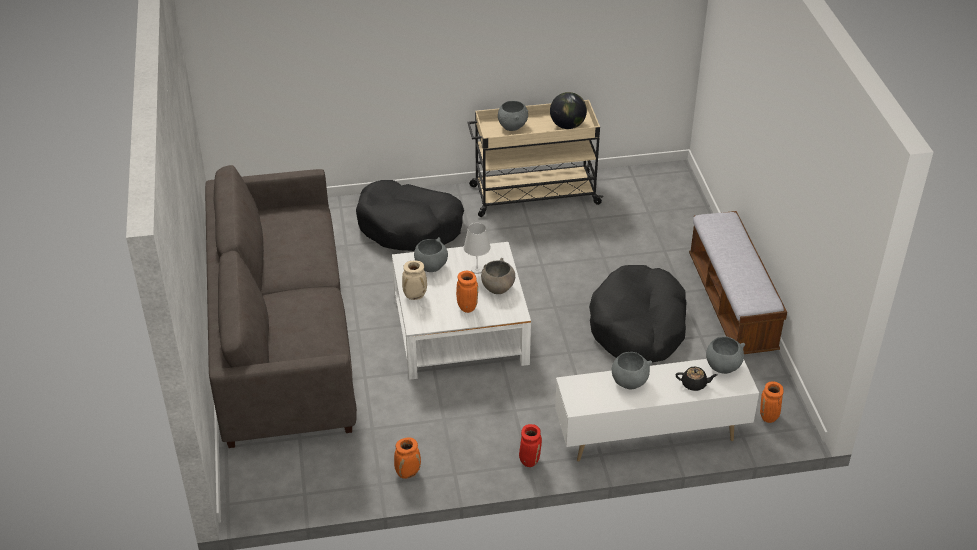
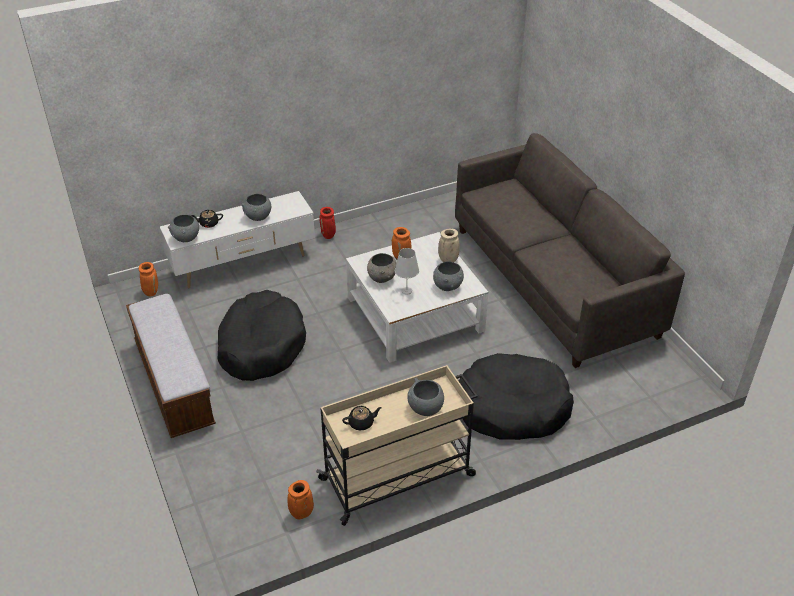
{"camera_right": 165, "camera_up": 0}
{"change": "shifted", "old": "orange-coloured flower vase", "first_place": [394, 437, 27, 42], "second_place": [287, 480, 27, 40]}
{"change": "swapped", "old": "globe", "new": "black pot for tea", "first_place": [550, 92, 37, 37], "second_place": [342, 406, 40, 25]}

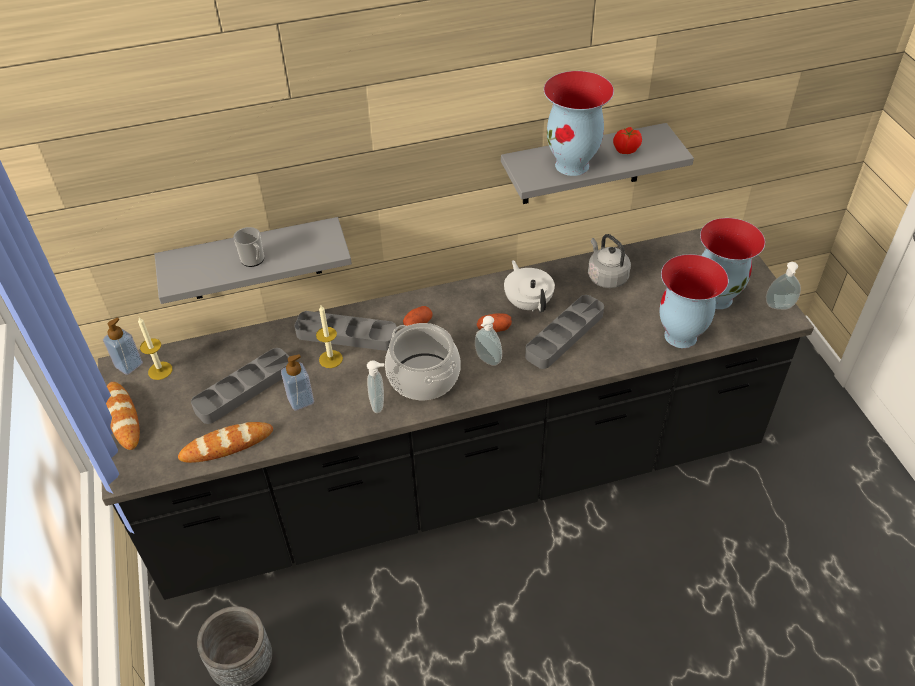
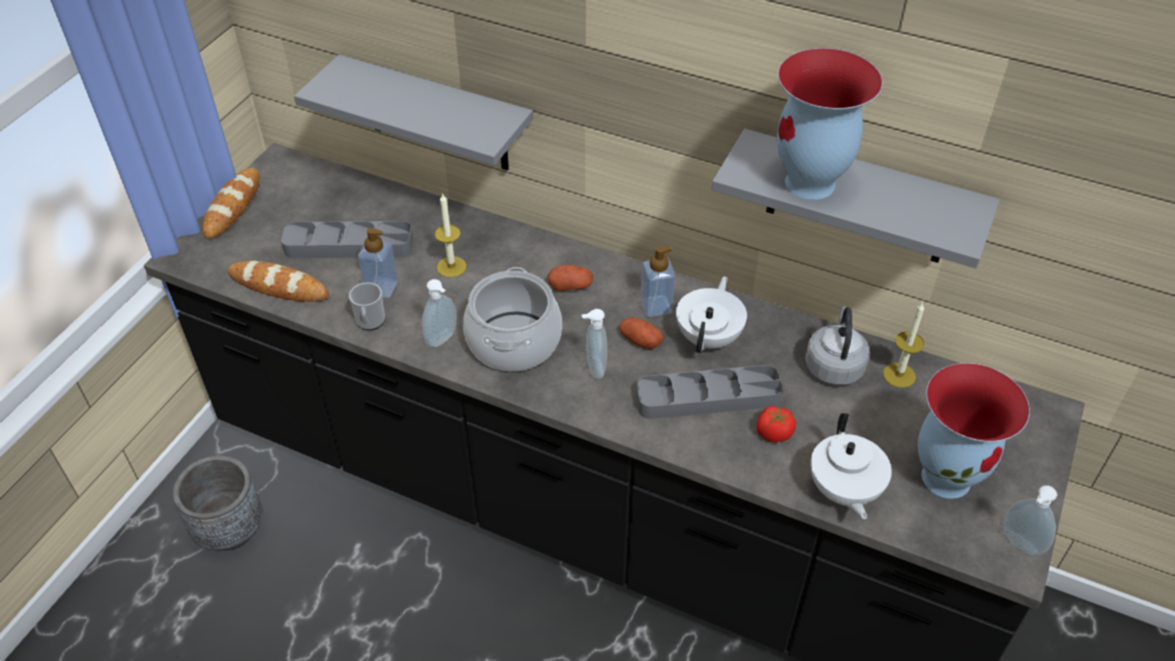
{"camera_right": 40, "camera_up": 0}
{"change": "gone", "old": "greyish tray", "first_place": [294, 311, 103, 40]}
{"change": "shifted", "old": "liquid soap bottle", "first_place": [103, 317, 40, 58], "second_place": [640, 247, 35, 70]}
{"change": "shifted", "old": "wax light", "first_place": [138, 317, 34, 63], "second_place": [883, 302, 41, 86]}
{"change": "shifted", "old": "coffee mug", "first_place": [233, 227, 31, 40], "second_place": [349, 282, 36, 48]}
{"change": "shifted", "old": "whole tomato", "first_place": [613, 127, 29, 27], "second_place": [757, 406, 39, 37]}
{"change": "swapped", "old": "flower vase", "new": "white pot for tea", "first_place": [660, 254, 68, 94], "second_place": [810, 413, 82, 106]}

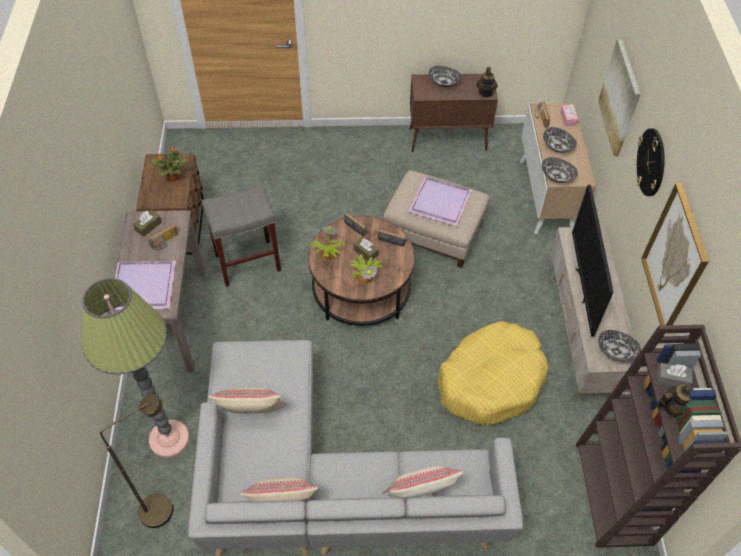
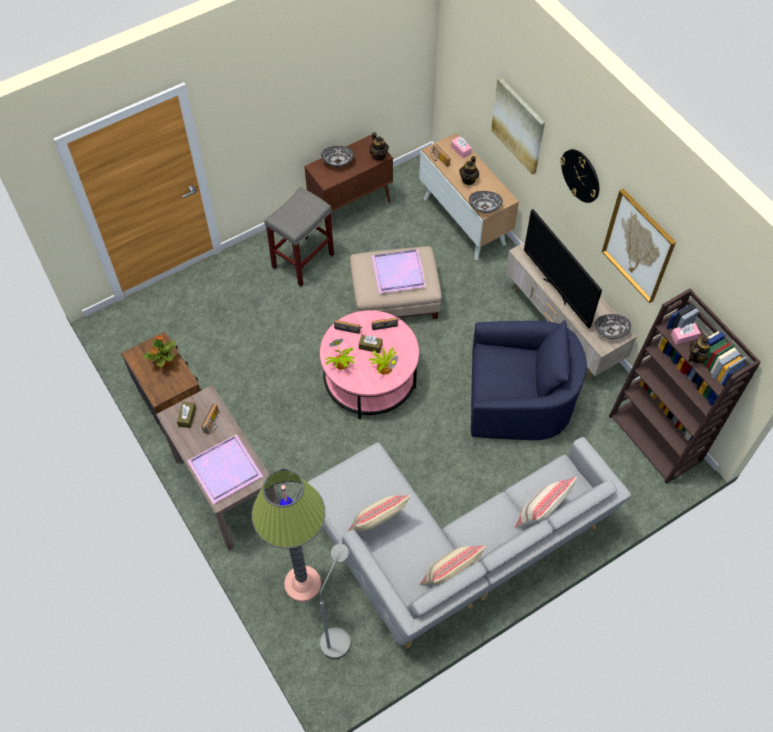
{"camera_right": -30, "camera_up": 5}
{"change": "shifted", "old": "greyish stool seat", "first_place": [202, 184, 79, 103], "second_place": [264, 187, 70, 100]}
{"change": "swapped", "old": "yellowish dog bed", "new": "blue easy chair", "first_place": [438, 321, 111, 105], "second_place": [471, 320, 116, 120]}
{"change": "swapped", "old": "deep dish", "new": "pot for tea", "first_place": [543, 127, 34, 26], "second_place": [459, 156, 20, 29]}
{"change": "repainted", "old": "brownish standard lamp", "new": "greyish standard lamp", "first_place": [100, 394, 73, 134], "second_place": [320, 544, 31, 115]}
{"change": "repainted", "old": "brownish lounge table", "new": "pinkish lounge table", "first_place": [308, 216, 107, 110], "second_place": [320, 310, 99, 109]}
{"change": "repainted", "old": "greyish tissue holder", "new": "pinkish tissue holder", "first_place": [656, 363, 37, 24], "second_place": [671, 323, 30, 22]}

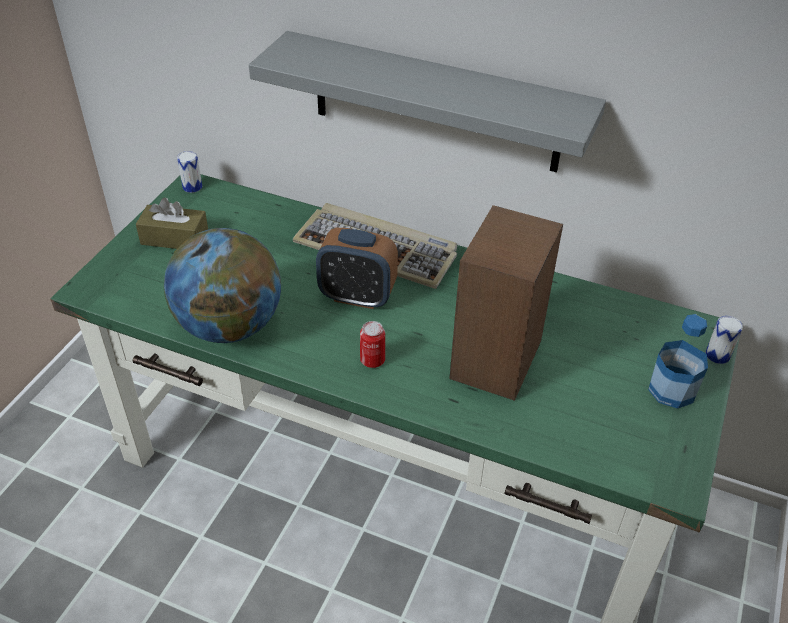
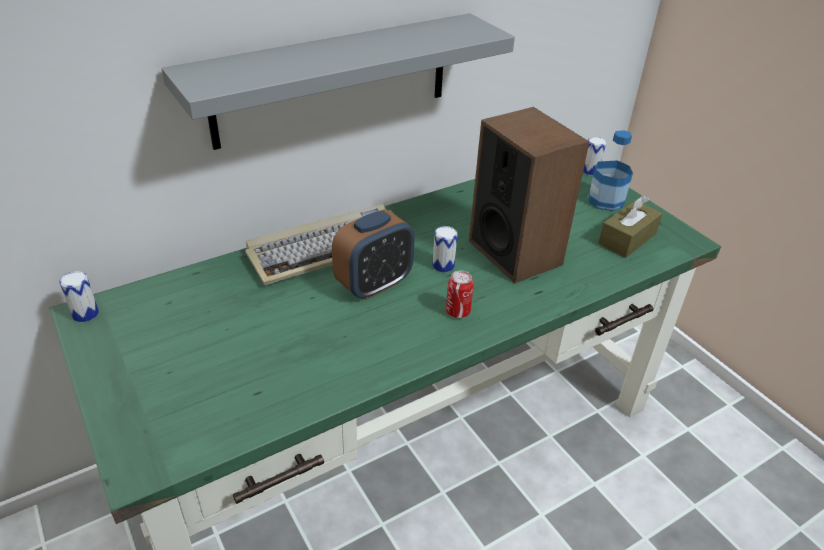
{"camera_right": -55, "camera_up": -5}
{"change": "gone", "old": "globe", "first_place": [164, 228, 117, 115]}
{"change": "new", "new": "metal can", "second_place": [432, 226, 25, 46]}
{"change": "shifted", "old": "brownish tissue holder", "first_place": [136, 197, 72, 52], "second_place": [598, 196, 65, 62]}

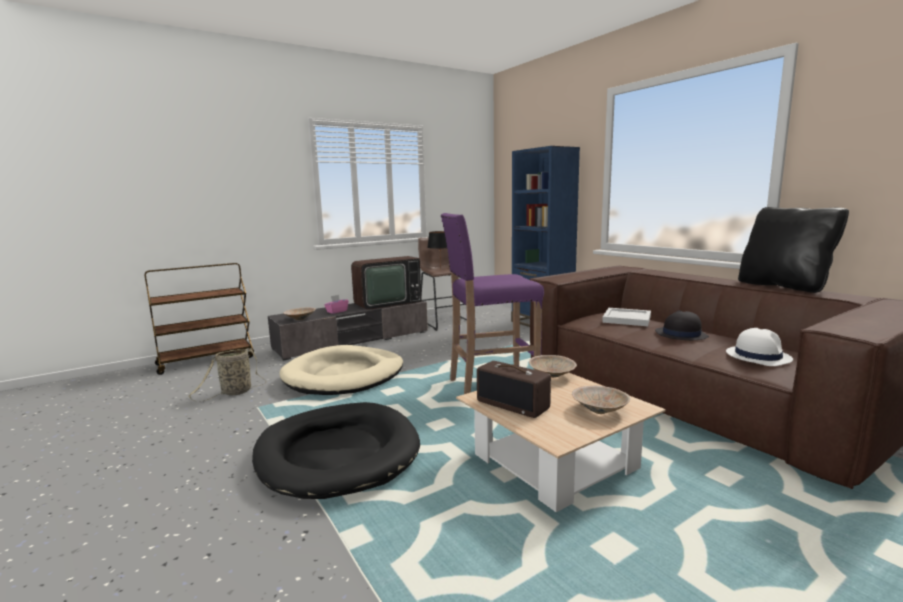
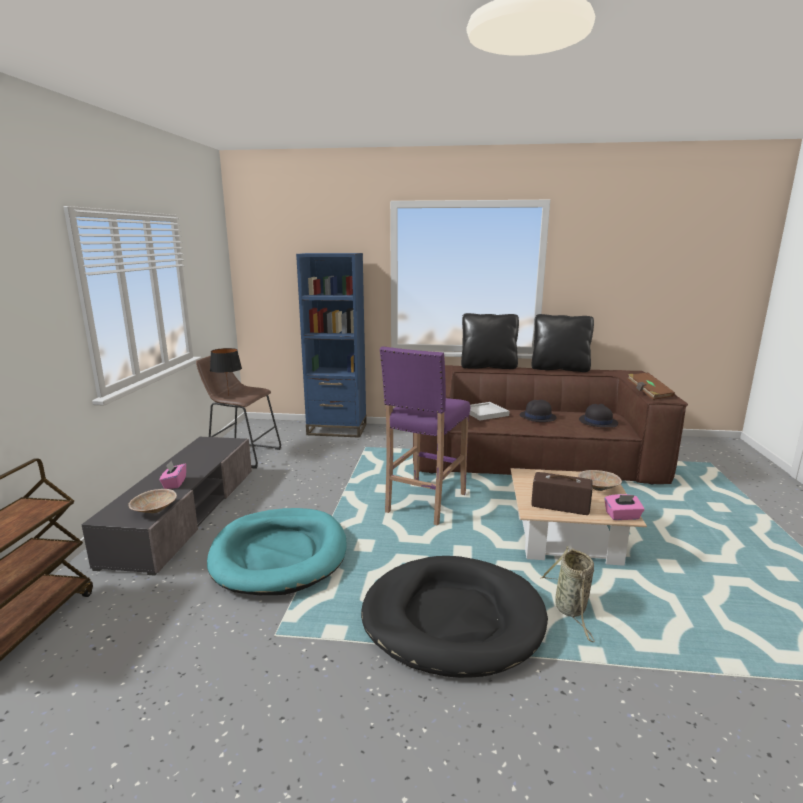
{"camera_right": -50, "camera_up": 5}
{"change": "gone", "old": "TV", "first_place": [351, 256, 70, 54]}
{"change": "gone", "old": "beige deep dish", "first_place": [529, 355, 48, 23]}
{"change": "new", "new": "black pillow", "second_place": [461, 313, 58, 56]}
{"change": "new", "new": "pinkish tissue holder", "second_place": [605, 494, 40, 26]}
{"change": "new", "new": "brownish book", "second_place": [627, 373, 48, 27]}
{"change": "shifted", "old": "storage basket", "first_place": [188, 348, 78, 54], "second_place": [540, 546, 55, 96]}
{"change": "repainted", "old": "beige dog bed", "new": "turquoise dog bed", "first_place": [280, 345, 123, 50], "second_place": [207, 508, 140, 87]}
{"change": "repainted", "old": "white clothing hat", "new": "black clothing hat", "first_place": [726, 328, 67, 38], "second_place": [579, 404, 39, 23]}
{"change": "rotated", "old": "radio receiver", "first_place": [477, 361, 74, 57], "second_place": [531, 472, 62, 43], "degrees": -150}

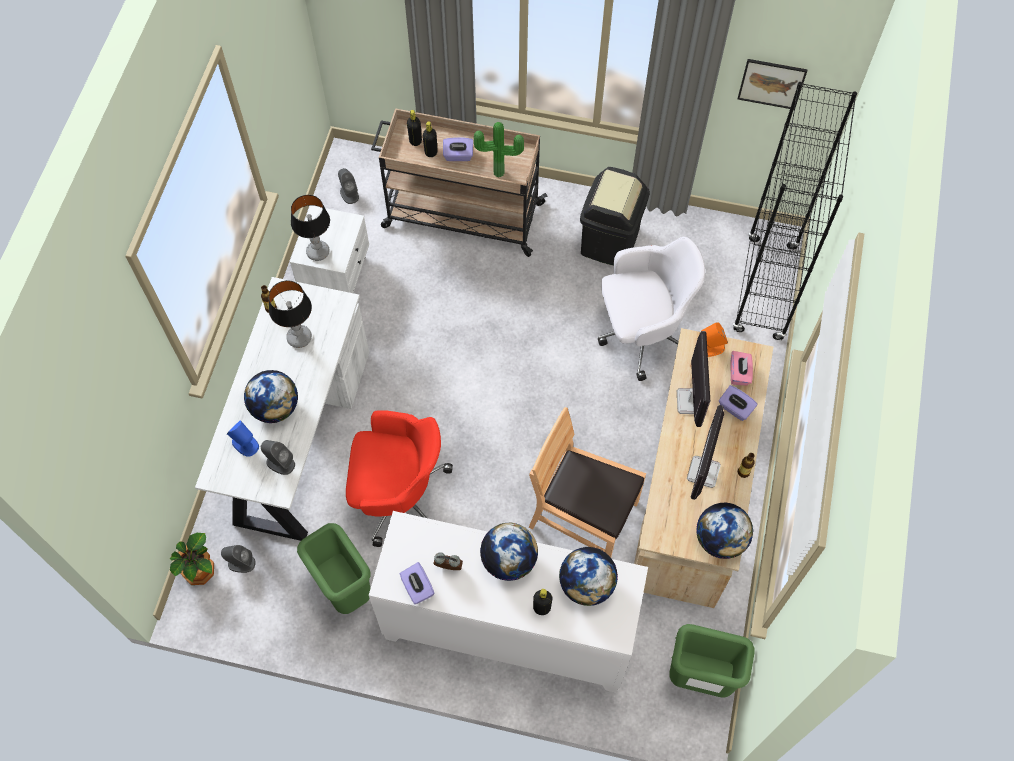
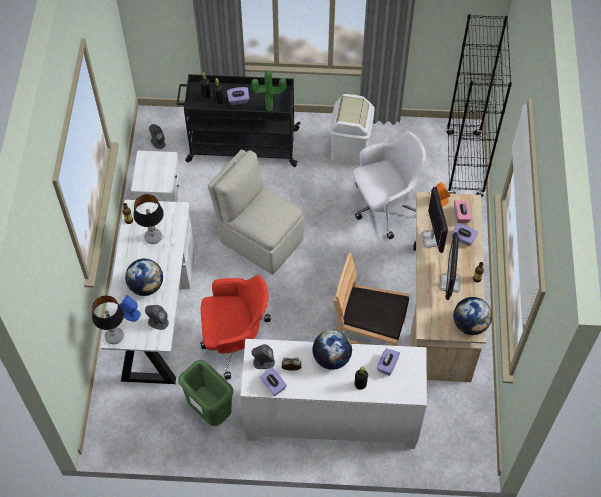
{"camera_right": -10, "camera_up": -5}
{"change": "gone", "old": "houseplant", "first_place": [170, 533, 44, 52]}
{"change": "gone", "old": "greenish rubbish bin", "first_place": [669, 624, 86, 74]}
{"change": "gone", "old": "picture", "first_place": [738, 59, 70, 50]}
{"change": "new", "new": "beige upright chair", "second_place": [208, 150, 96, 125]}
{"change": "shifted", "old": "greyish loudspeaker", "first_place": [221, 545, 35, 28], "second_place": [251, 344, 24, 25]}
{"change": "shifted", "old": "table lamp", "first_place": [291, 195, 39, 66], "second_place": [92, 295, 32, 49]}
{"change": "swapped", "old": "globe", "new": "purplish tissue holder", "first_place": [559, 547, 59, 59], "second_place": [376, 348, 24, 28]}
{"change": "repainted", "old": "beige cart", "new": "black cart", "first_place": [371, 108, 176, 149], "second_place": [177, 74, 124, 93]}
{"change": "repainted", "old": "black rubbish bin", "new": "white rubbish bin", "first_place": [580, 167, 70, 99], "second_place": [330, 94, 45, 71]}

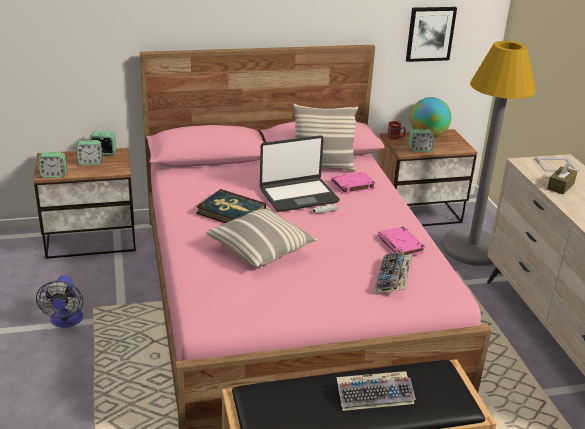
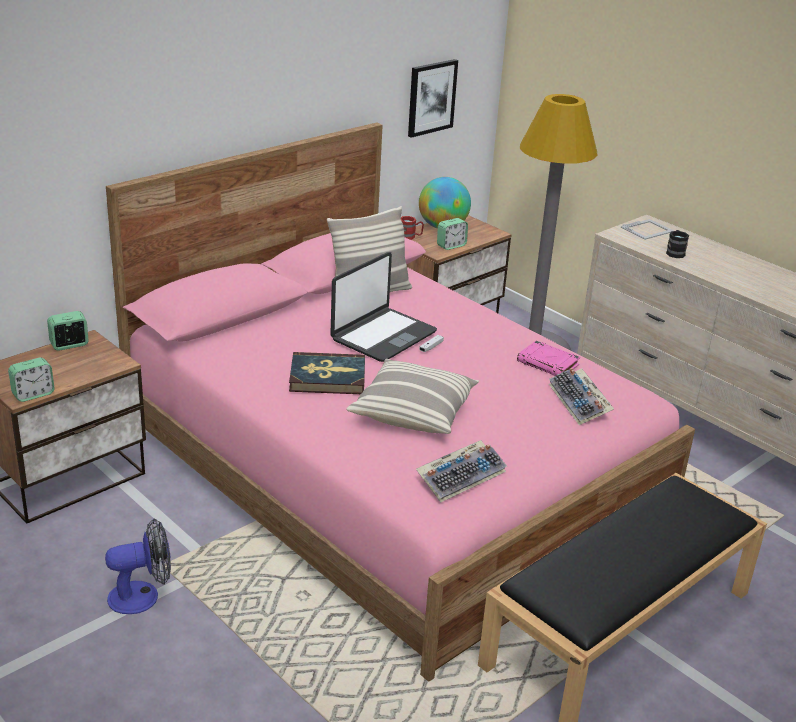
{"camera_right": -30, "camera_up": 0}
{"change": "gone", "old": "bedside clock", "first_place": [76, 140, 26, 25]}
{"change": "gone", "old": "pinkish book", "first_place": [331, 172, 45, 22]}
{"change": "shifted", "old": "keyboard", "first_place": [337, 371, 79, 40], "second_place": [416, 440, 91, 62]}
{"change": "swapped", "old": "brownish tissue holder", "new": "black coffee mug", "first_place": [547, 162, 30, 32], "second_place": [666, 230, 23, 28]}
{"change": "rotated", "old": "fan", "first_place": [36, 275, 47, 53], "second_place": [105, 518, 66, 96], "degrees": -75}

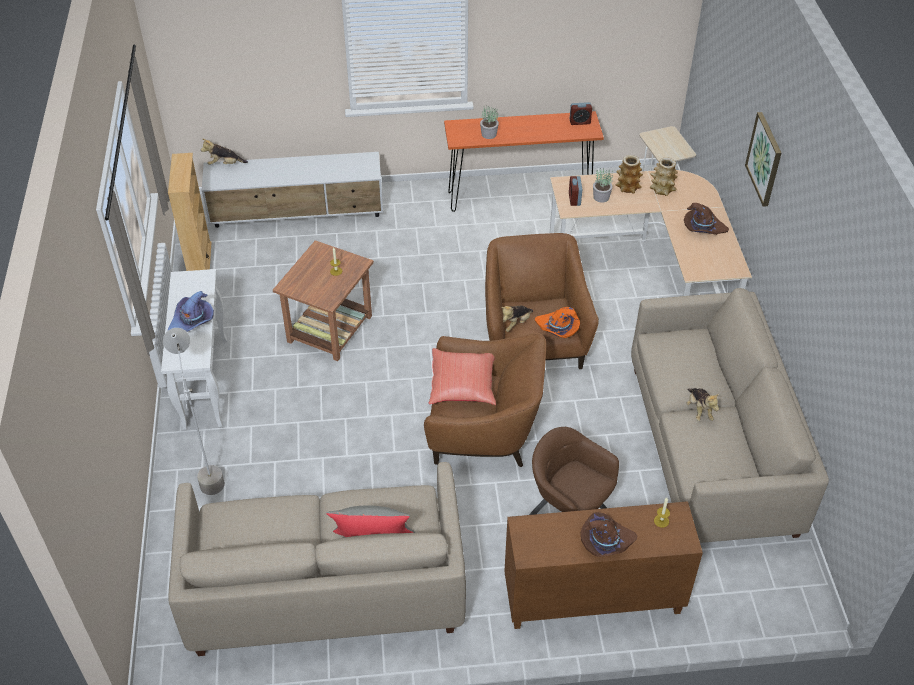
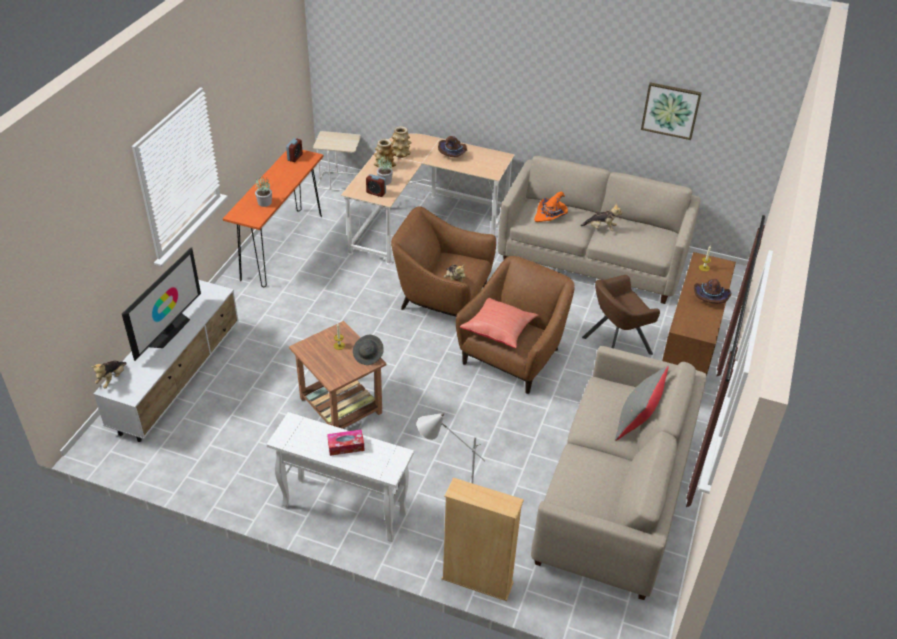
{"camera_right": -65, "camera_up": -5}
{"change": "new", "new": "TV", "second_place": [122, 247, 79, 114]}
{"change": "new", "new": "greyish clothing hat", "second_place": [353, 335, 31, 30]}
{"change": "shifted", "old": "beige bookcase", "first_place": [168, 153, 44, 118], "second_place": [442, 478, 82, 123]}
{"change": "shifted", "old": "orange-coloured clothing hat", "first_place": [535, 307, 45, 31], "second_place": [534, 191, 34, 31]}
{"change": "shifted", "old": "picture", "first_place": [745, 112, 36, 95], "second_place": [641, 82, 61, 58]}
{"change": "swapped", "old": "purplish clothing hat", "new": "tissue holder", "first_place": [168, 291, 46, 41], "second_place": [327, 430, 38, 26]}

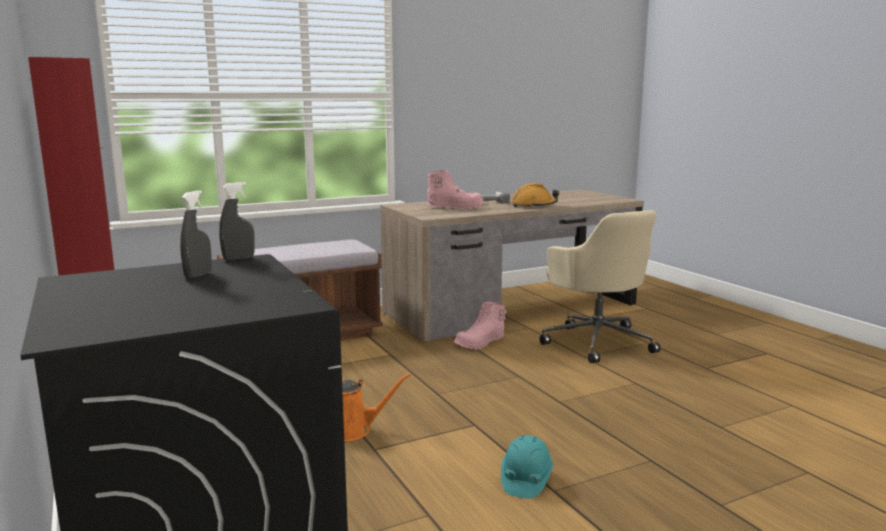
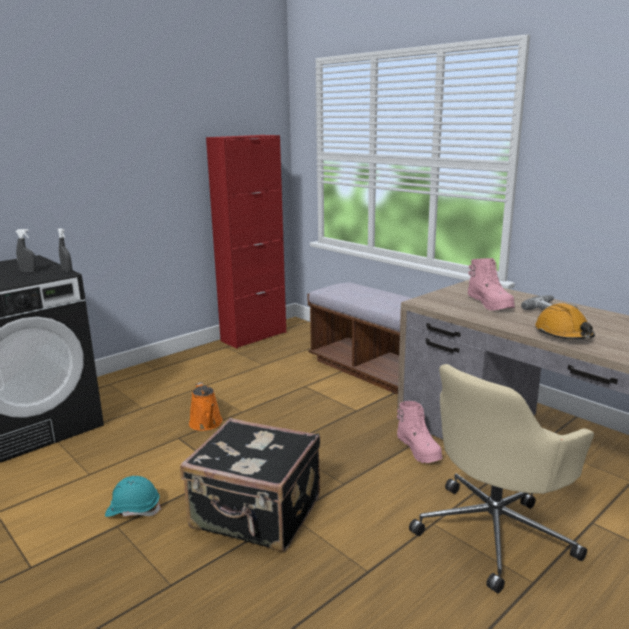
{"camera_right": 75, "camera_up": 5}
{"change": "new", "new": "black piece of luggage", "second_place": [180, 418, 140, 134]}
{"change": "rotated", "old": "pinkish boot", "first_place": [454, 302, 53, 48], "second_place": [397, 401, 46, 62], "degrees": -150}

